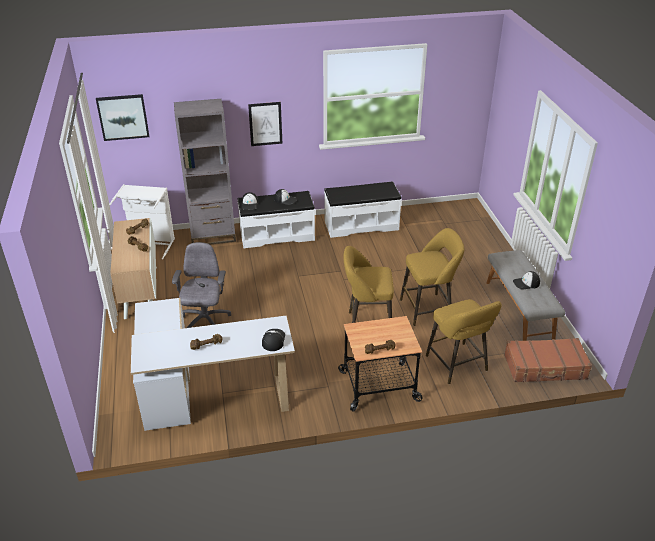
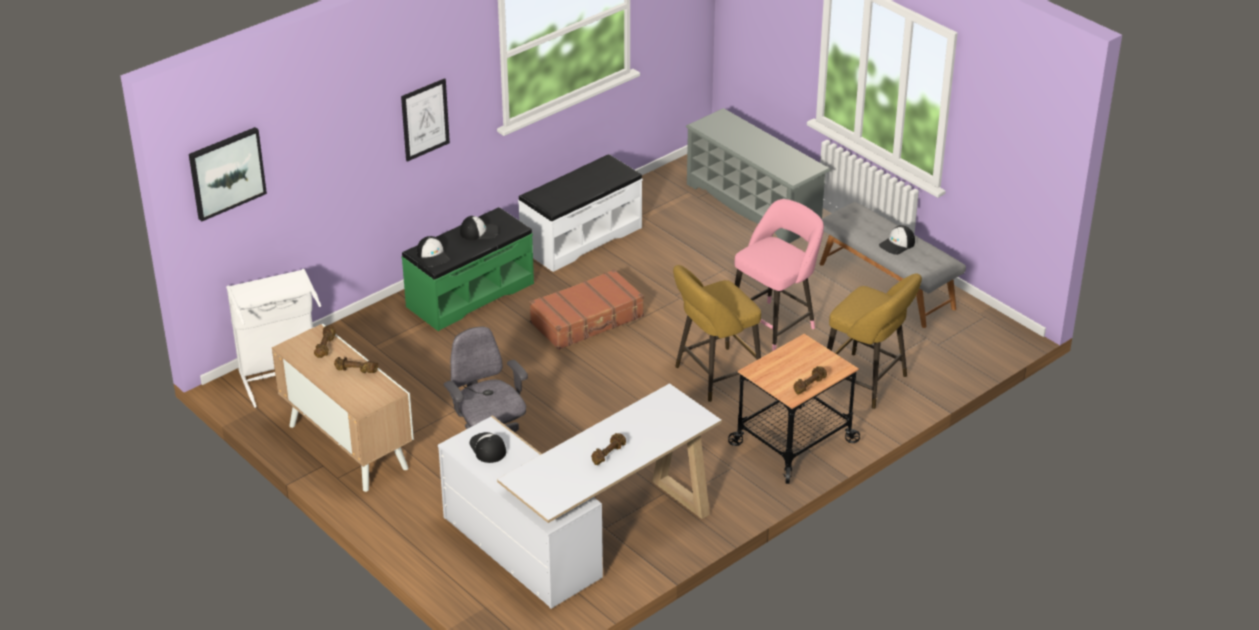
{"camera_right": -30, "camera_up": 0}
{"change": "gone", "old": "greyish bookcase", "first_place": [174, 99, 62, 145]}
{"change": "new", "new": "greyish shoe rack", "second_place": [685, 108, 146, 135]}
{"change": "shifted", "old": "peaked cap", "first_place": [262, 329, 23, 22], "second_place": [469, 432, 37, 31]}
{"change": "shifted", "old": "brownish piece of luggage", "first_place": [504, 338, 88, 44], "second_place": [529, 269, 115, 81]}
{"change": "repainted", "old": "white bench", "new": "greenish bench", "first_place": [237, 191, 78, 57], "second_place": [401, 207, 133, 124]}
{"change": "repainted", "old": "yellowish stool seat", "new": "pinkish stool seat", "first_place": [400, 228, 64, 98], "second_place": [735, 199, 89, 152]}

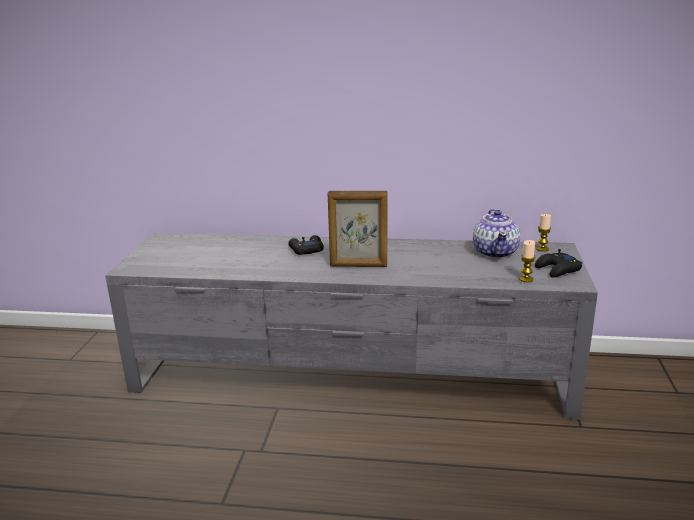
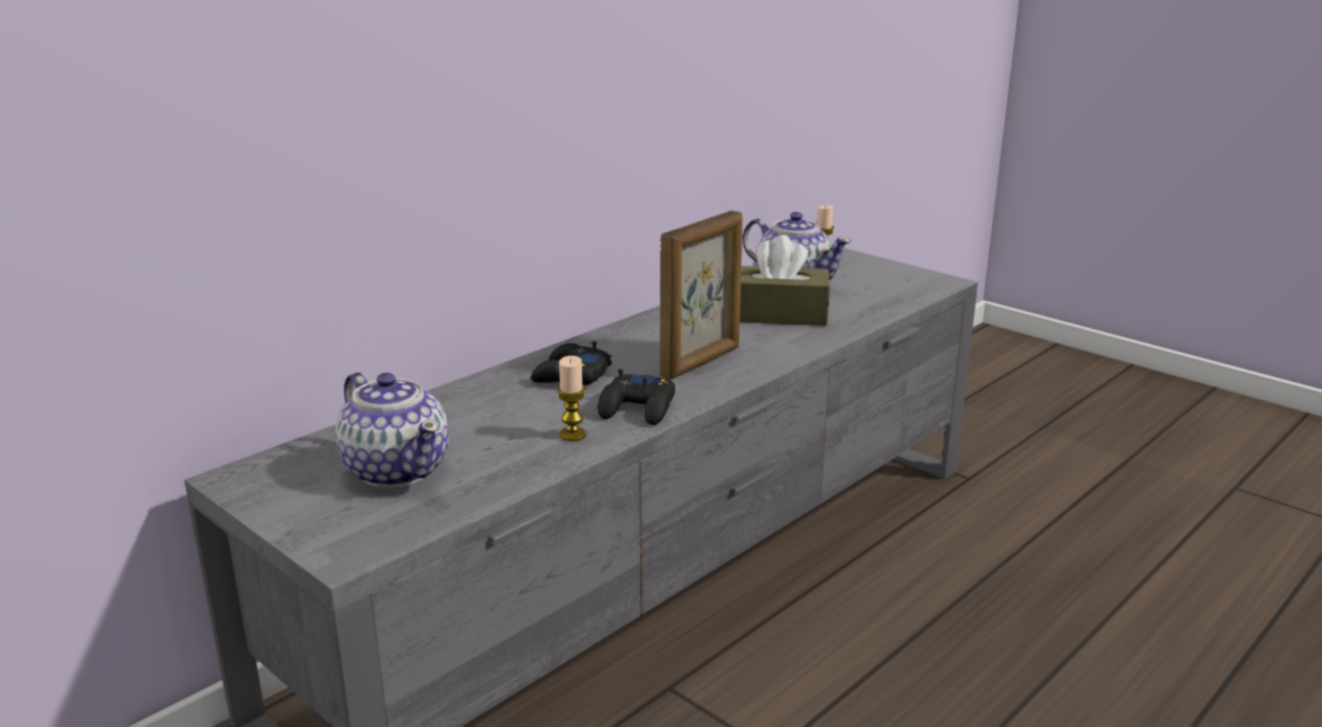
{"camera_right": -55, "camera_up": 0}
{"change": "new", "new": "pot for tea", "second_place": [335, 372, 113, 116]}
{"change": "new", "new": "brownish tissue holder", "second_place": [740, 235, 90, 91]}
{"change": "shifted", "old": "wax light", "first_place": [519, 240, 16, 42], "second_place": [557, 356, 30, 85]}
{"change": "shifted", "old": "black game controller", "first_place": [535, 249, 47, 29], "second_place": [598, 369, 77, 56]}

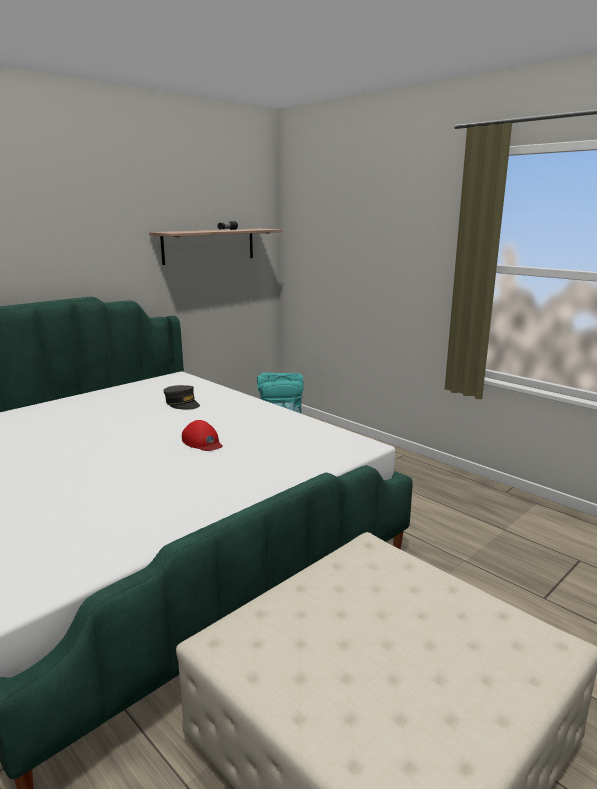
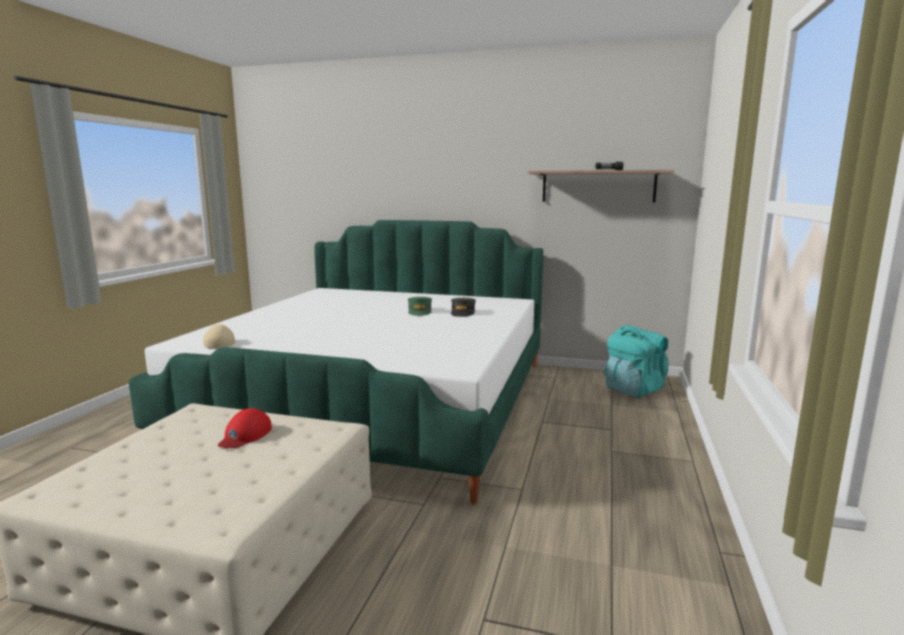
{"camera_right": 60, "camera_up": -5}
{"change": "new", "new": "beige peaked cap", "second_place": [203, 324, 32, 24]}
{"change": "new", "new": "greenish peaked cap", "second_place": [408, 297, 24, 19]}
{"change": "shifted", "old": "reddish peaked cap", "first_place": [182, 420, 41, 31], "second_place": [218, 408, 54, 40]}

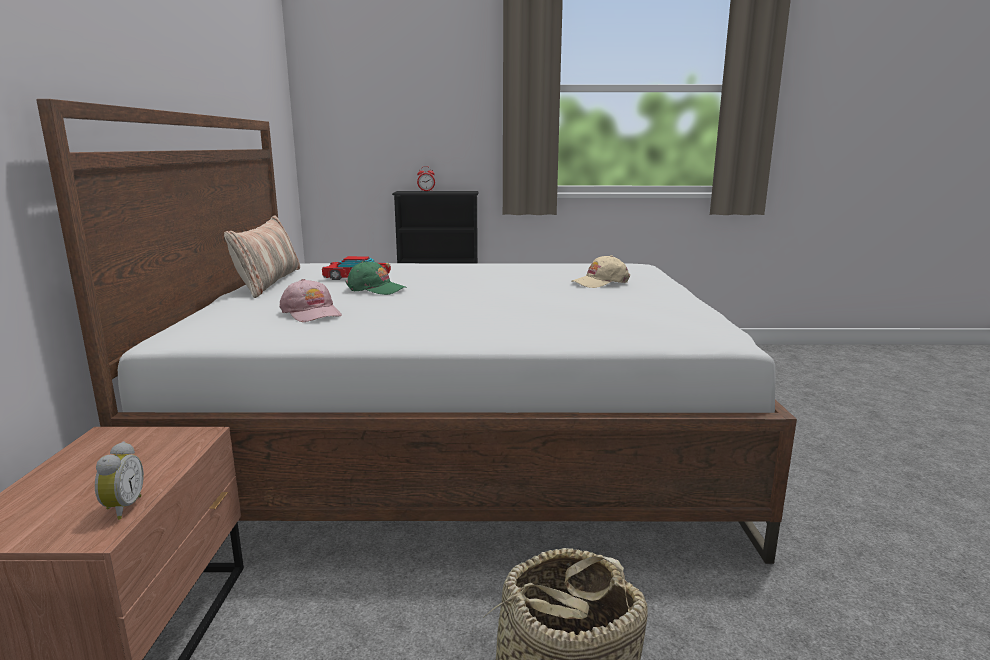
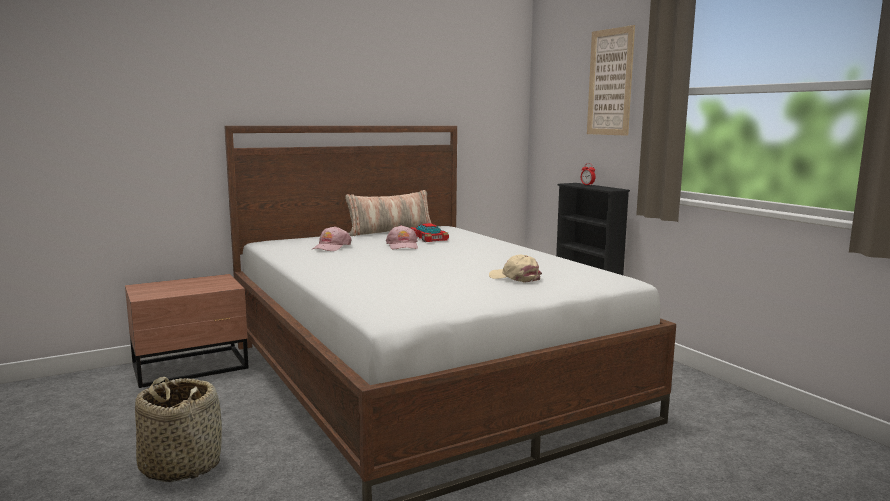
{"camera_right": 60, "camera_up": -5}
{"change": "gone", "old": "bedside clock", "first_place": [95, 441, 49, 79]}
{"change": "new", "new": "picture", "second_place": [587, 25, 48, 111]}
{"change": "repainted", "old": "greenish peaked cap", "new": "pinkish peaked cap", "first_place": [345, 261, 62, 34], "second_place": [386, 225, 32, 25]}

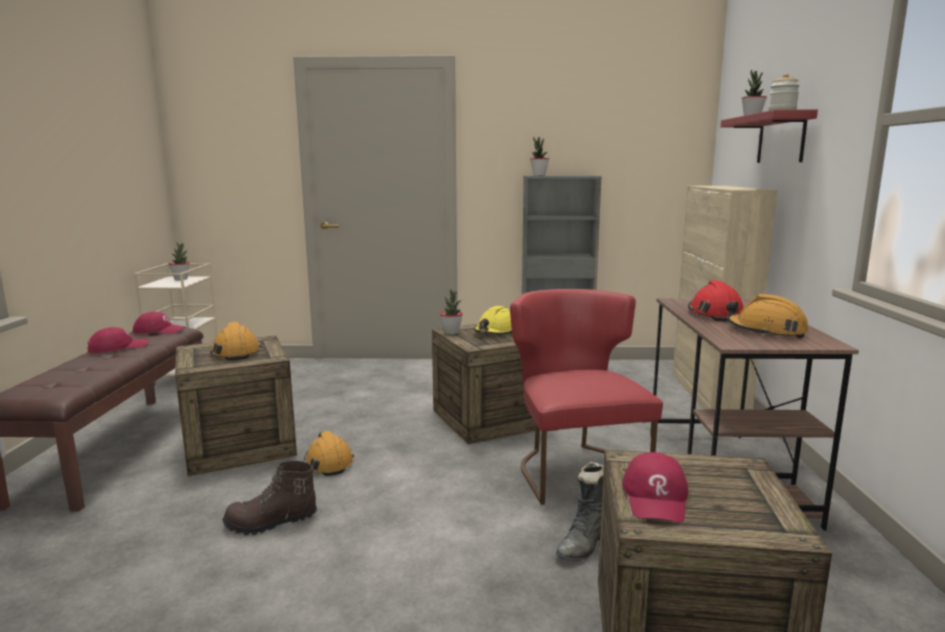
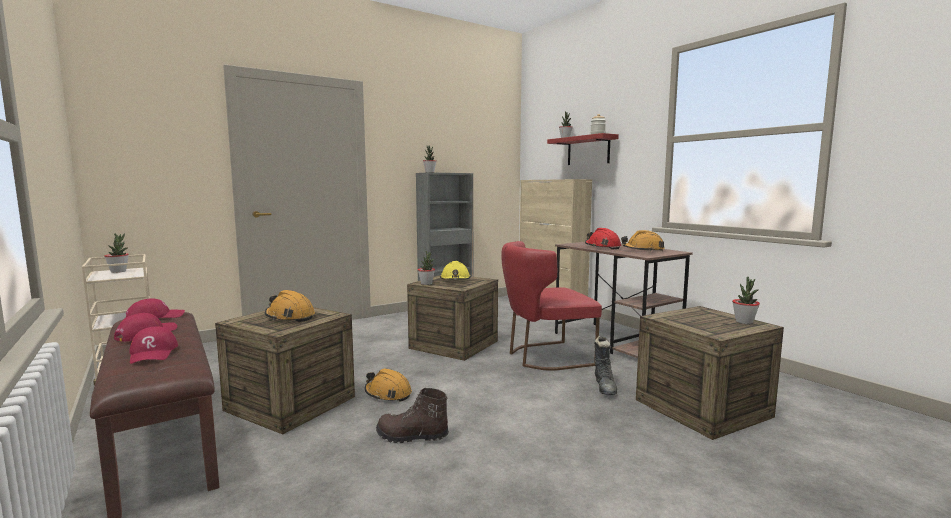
{"camera_right": -35, "camera_up": -5}
{"change": "new", "new": "houseplant", "second_place": [732, 277, 28, 47]}
{"change": "shifted", "old": "reddish peaked cap", "first_place": [622, 452, 66, 71], "second_place": [130, 326, 48, 38]}
{"change": "rotated", "old": "brownish boot", "first_place": [222, 461, 95, 74], "second_place": [376, 388, 73, 55], "degrees": 60}
{"change": "rotated", "old": "reddish upright chair", "first_place": [510, 289, 153, 216], "second_place": [501, 241, 101, 130], "degrees": -60}

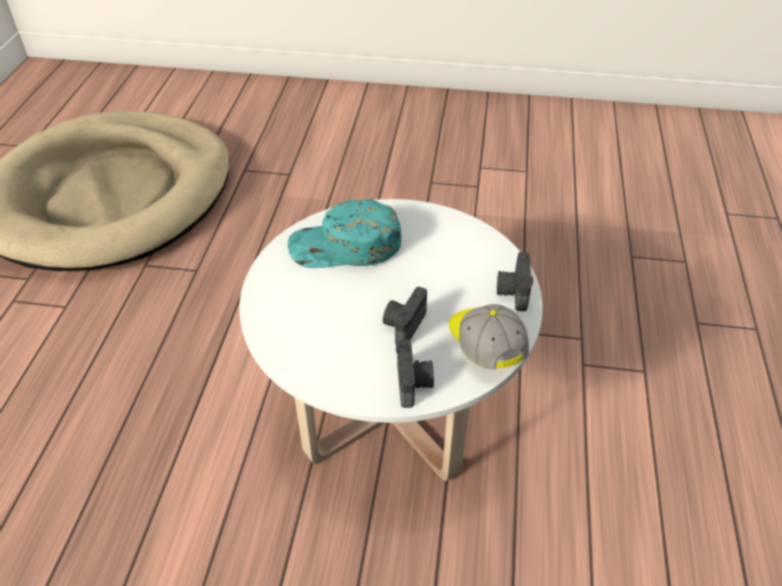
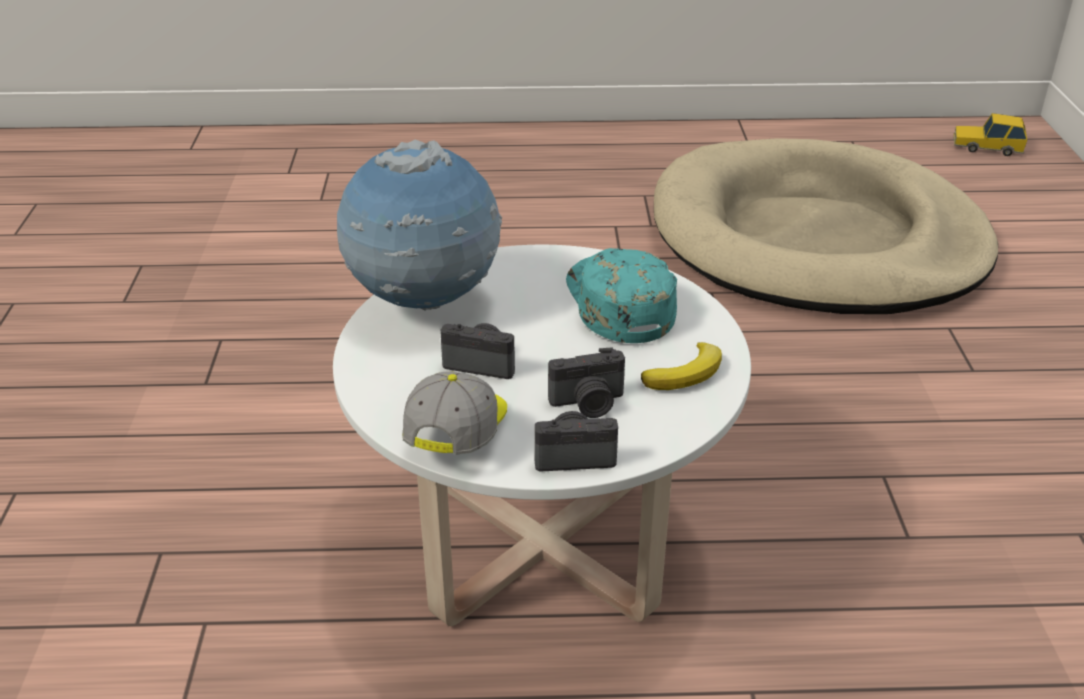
{"camera_right": 80, "camera_up": -10}
{"change": "new", "new": "globe", "second_place": [337, 139, 165, 172]}
{"change": "new", "new": "whole banana", "second_place": [641, 342, 81, 48]}
{"change": "new", "new": "miniature car", "second_place": [954, 113, 73, 43]}
{"change": "shifted", "old": "photo camera", "first_place": [396, 339, 38, 69], "second_place": [548, 347, 77, 71]}
{"change": "rotated", "old": "peaked cap", "first_place": [449, 304, 80, 66], "second_place": [402, 371, 105, 84], "degrees": -45}

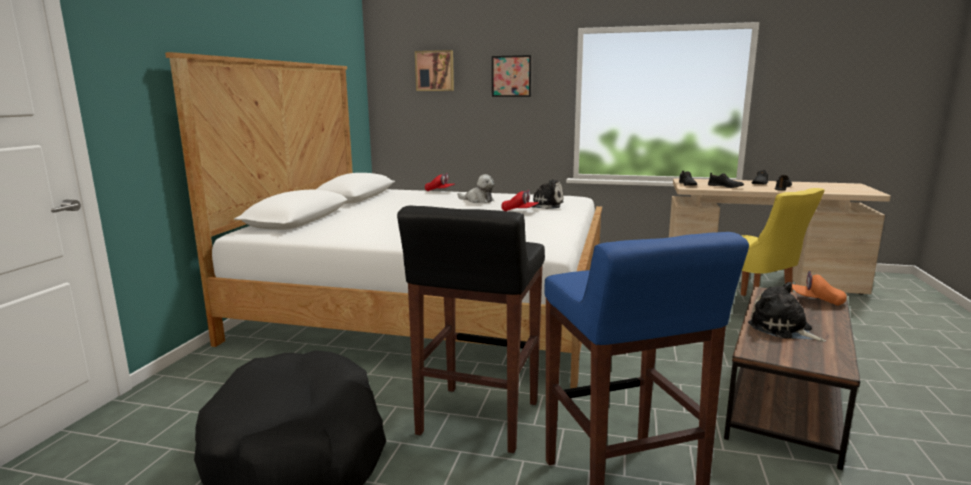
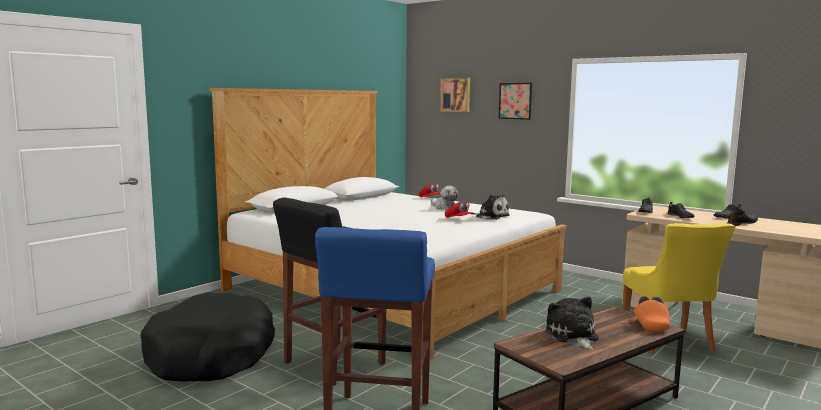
{"camera_right": 25, "camera_up": -5}
{"change": "rotated", "old": "orange-coloured peaked cap", "first_place": [792, 271, 55, 35], "second_place": [634, 296, 36, 36], "degrees": 45}

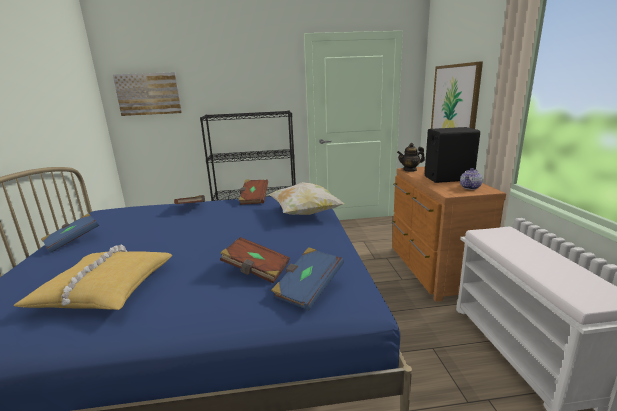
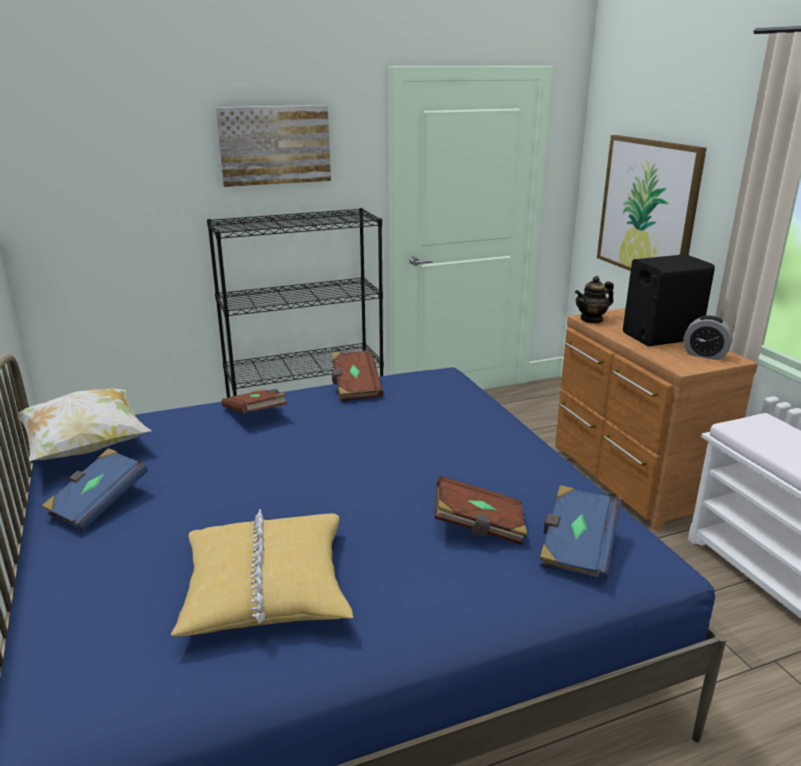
{"camera_right": -15, "camera_up": 5}
{"change": "shifted", "old": "picture", "first_place": [113, 72, 69, 44], "second_place": [216, 105, 115, 82]}
{"change": "shifted", "old": "pillow", "first_place": [269, 182, 76, 33], "second_place": [17, 389, 135, 72]}
{"change": "swapped", "old": "pot for tea", "new": "bedside clock", "first_place": [460, 168, 23, 22], "second_place": [683, 315, 50, 45]}

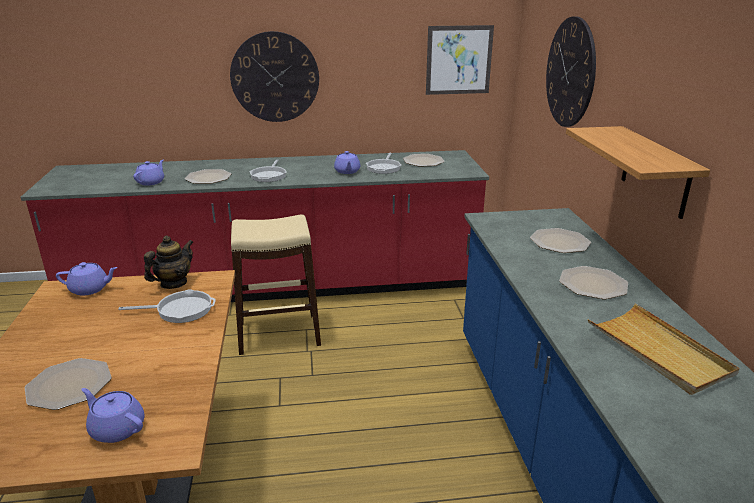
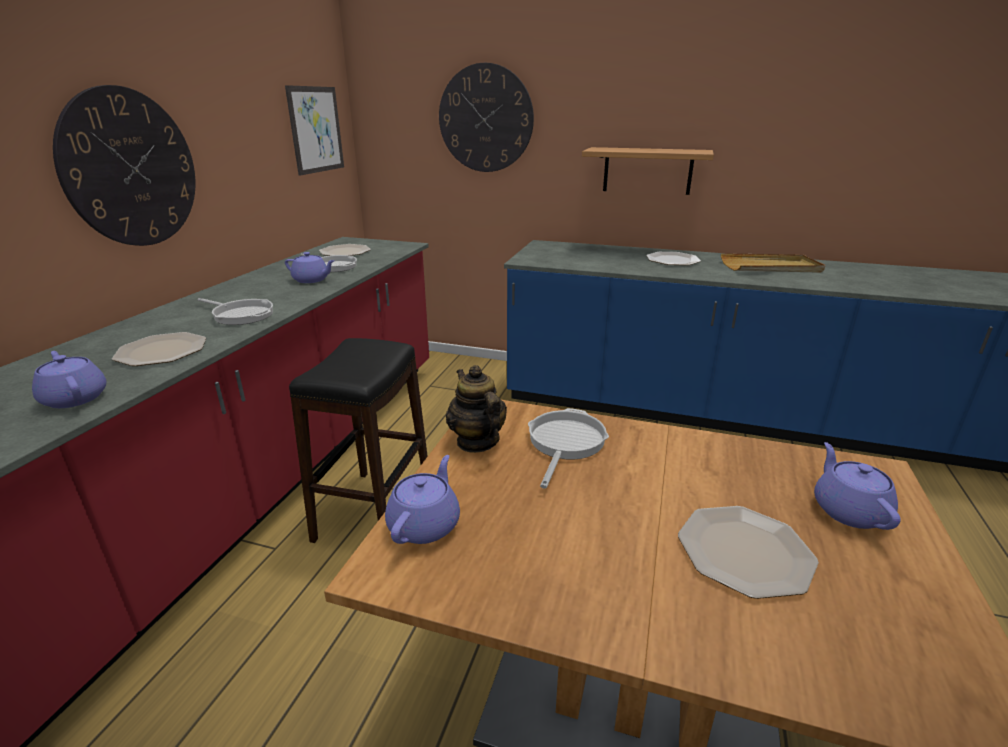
{"camera_right": -65, "camera_up": 0}
{"change": "gone", "old": "flat dish", "first_place": [530, 228, 61, 25]}
{"change": "repainted", "old": "beige stool seat", "new": "black stool seat", "first_place": [231, 214, 90, 141], "second_place": [289, 338, 139, 205]}
{"change": "rotated", "old": "purplish pot for tea", "first_place": [81, 388, 63, 55], "second_place": [814, 442, 87, 88], "degrees": 120}

